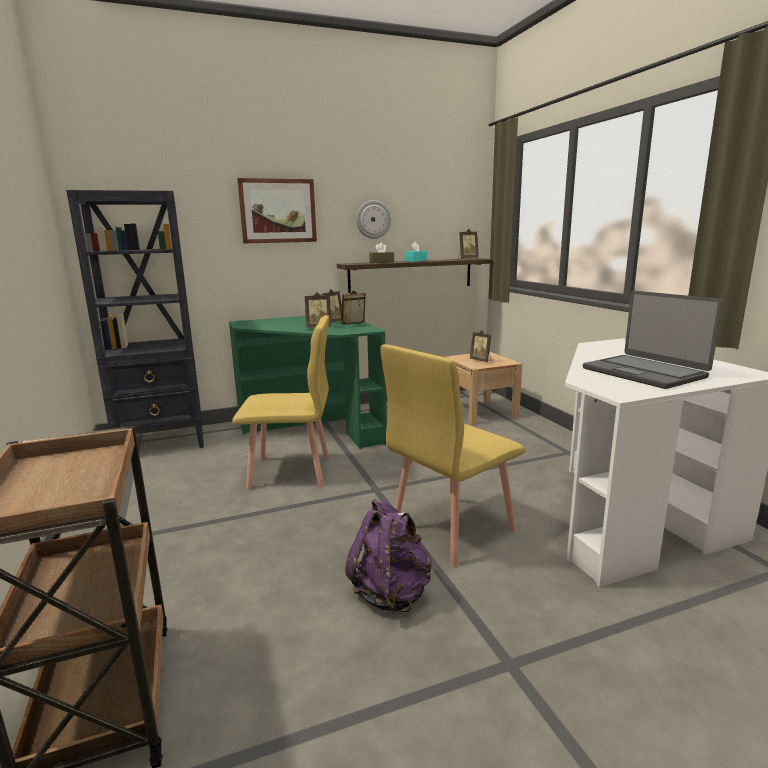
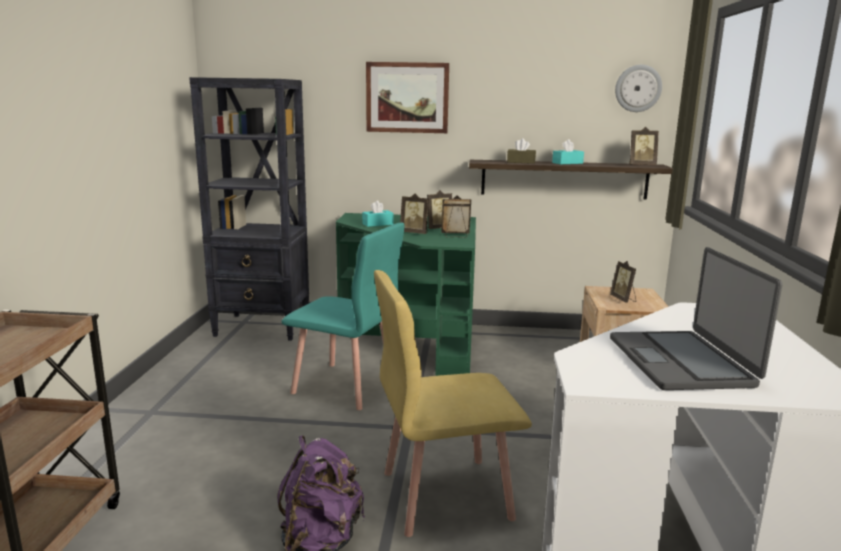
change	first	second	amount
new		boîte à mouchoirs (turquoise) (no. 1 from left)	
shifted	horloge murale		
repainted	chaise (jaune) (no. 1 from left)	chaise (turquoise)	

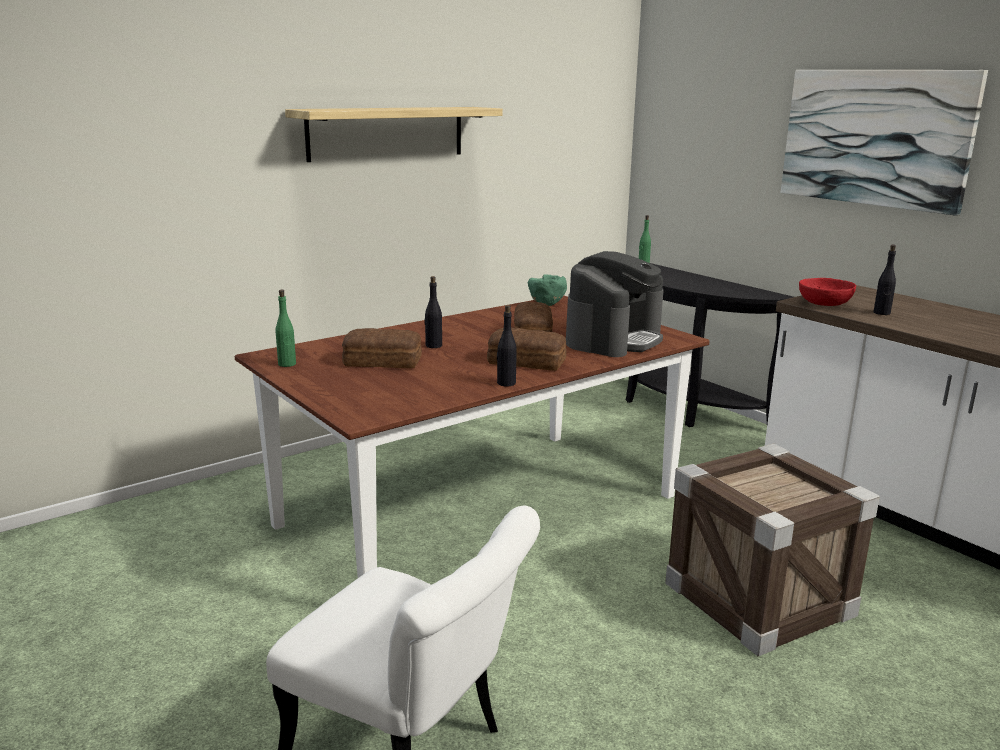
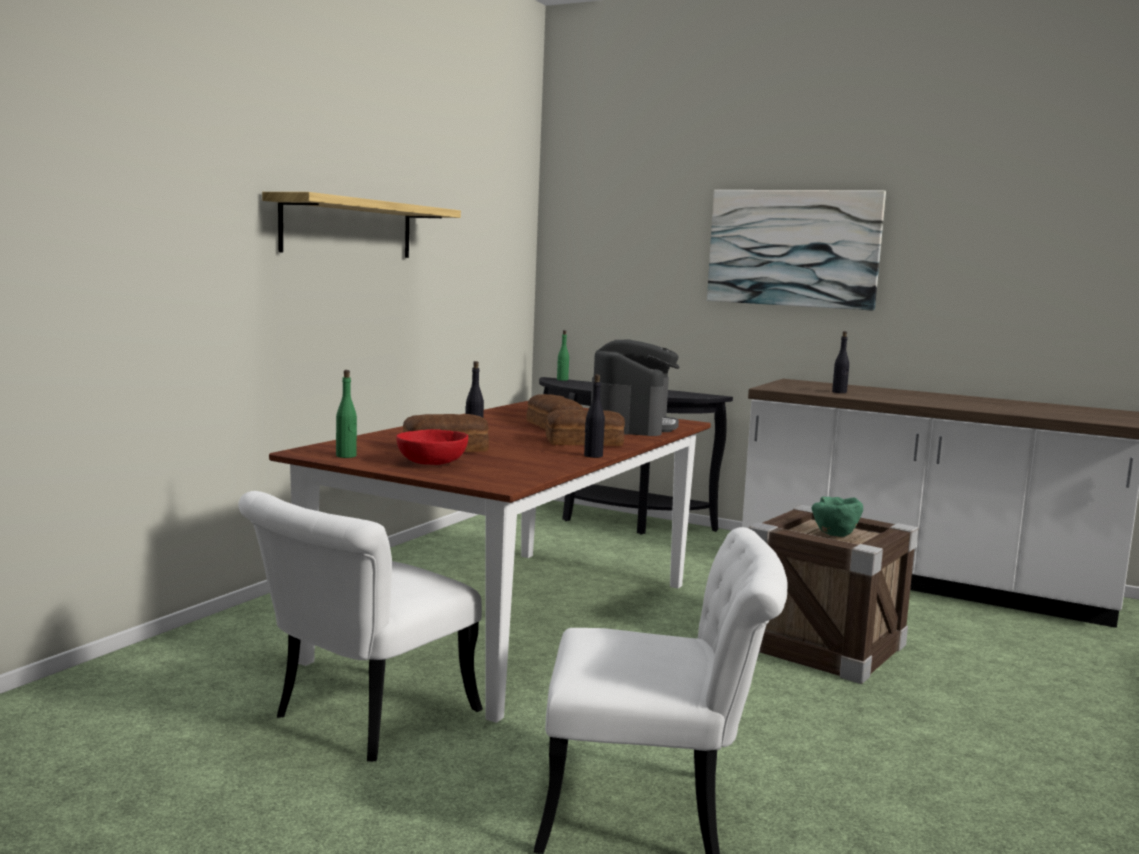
change	first	second	amount
new		chaise (blanc) (no. 1 from left)	
shifted	bol (vert)		
shifted	bol (rouge)		

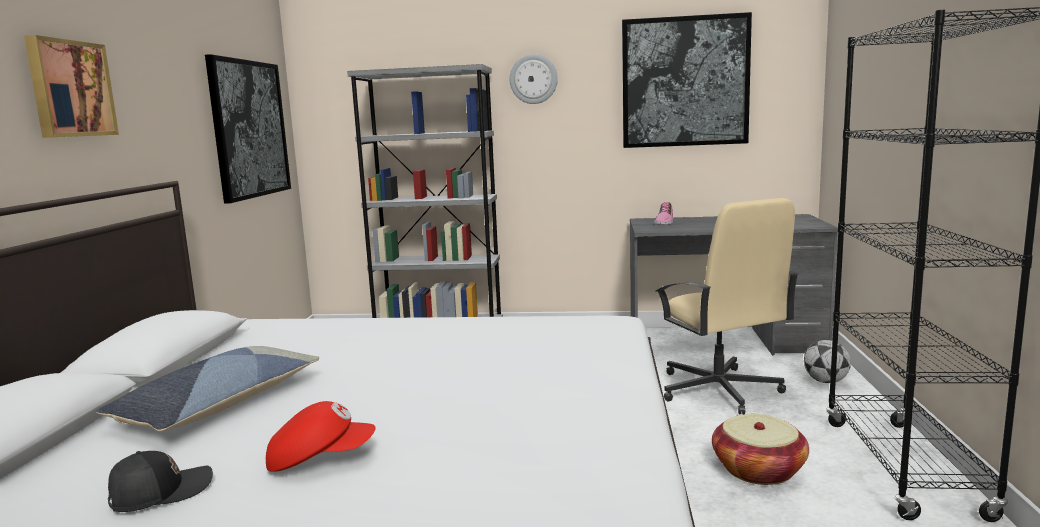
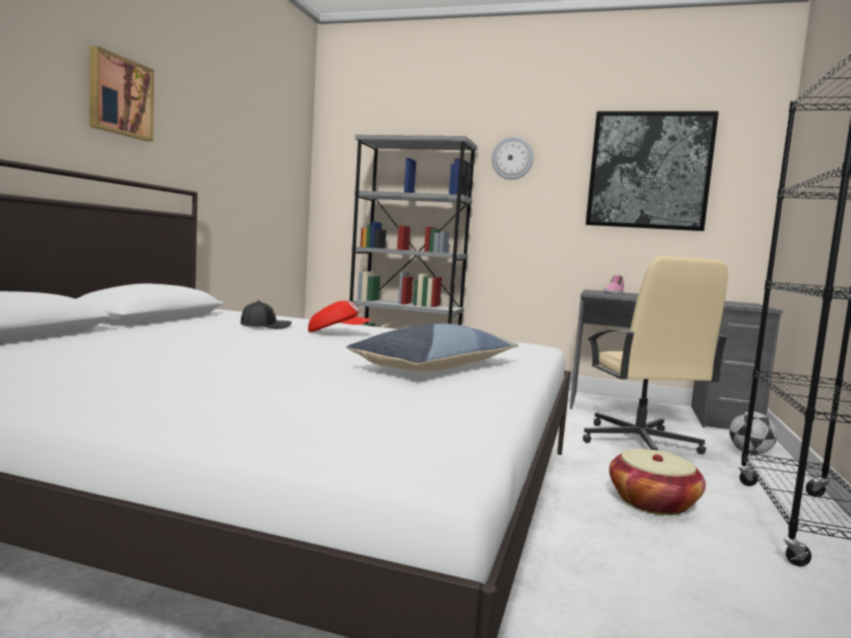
change	first	second	amount
gone	tableau (no. 2 from left)		
shifted	coussin		
shifted	casquette (noir)		
shifted	casquette (rouge)		

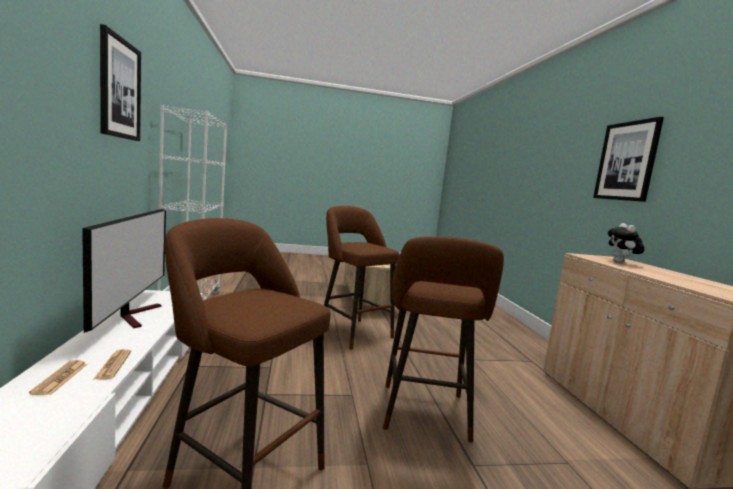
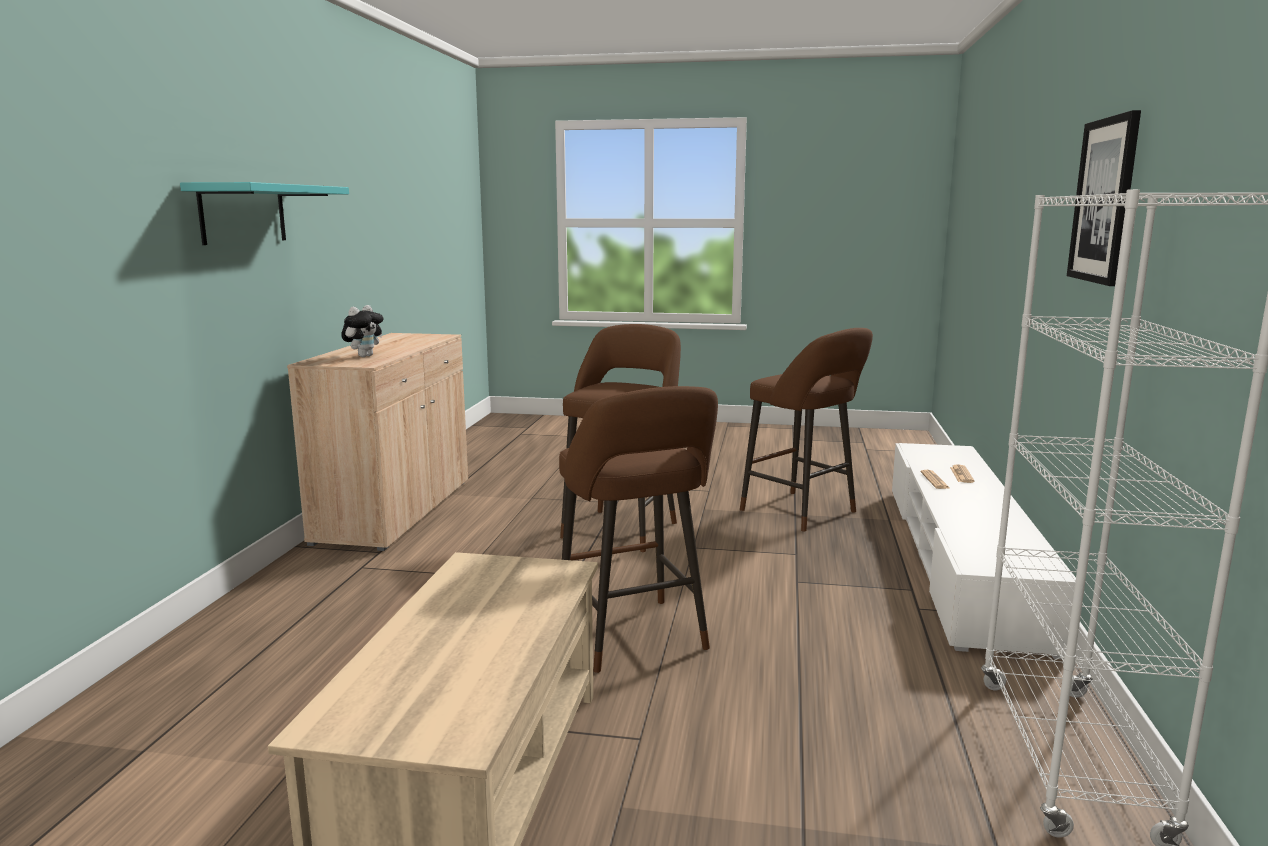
change	first	second	amount
gone	téléviseur		
swapped	tableau (no. 2 from left)	étagère (turquoise)	

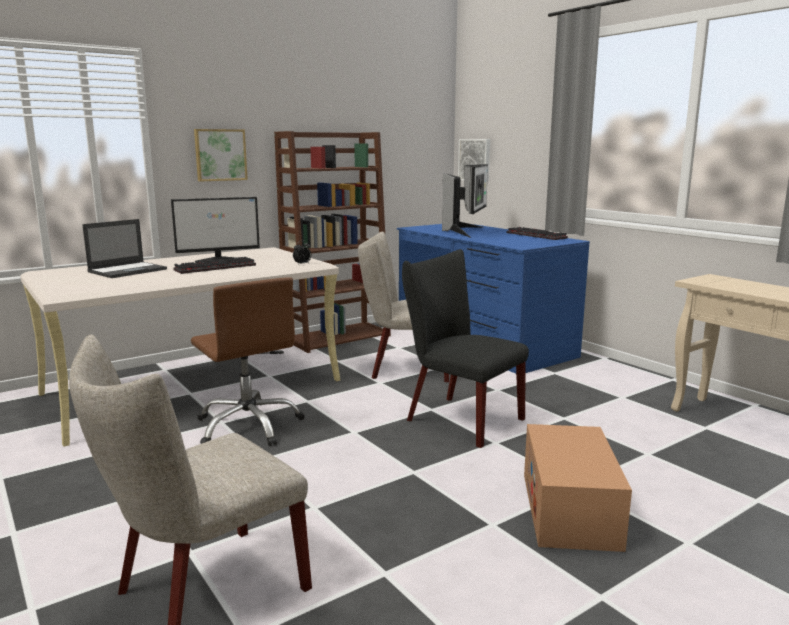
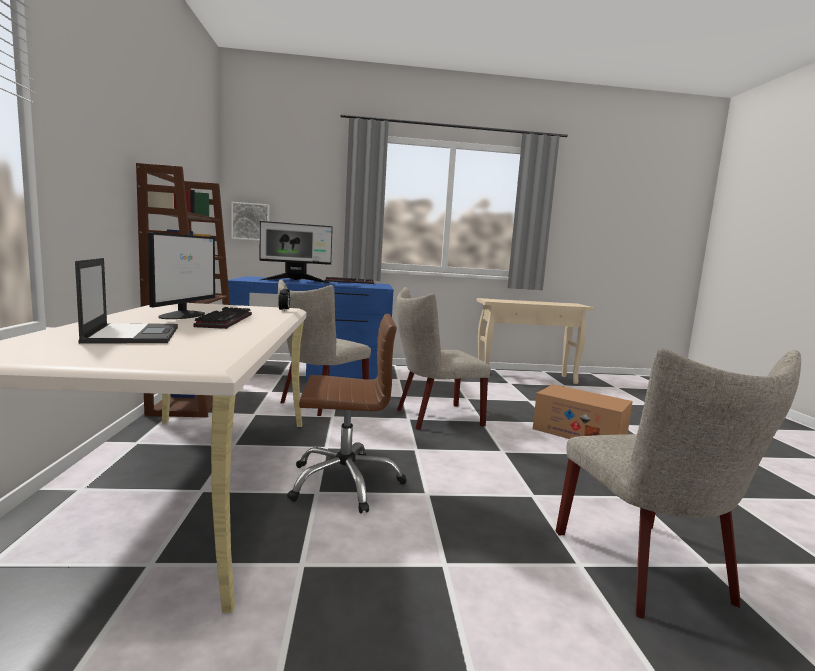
change	first	second	amount
gone	tableau (no. 1 from left)		
repainted	chaise (noir)	chaise (beige) (no. 2 from left)	
rotated	écran d'ordinateur (no. 2 from left)		120 degrees clockwise

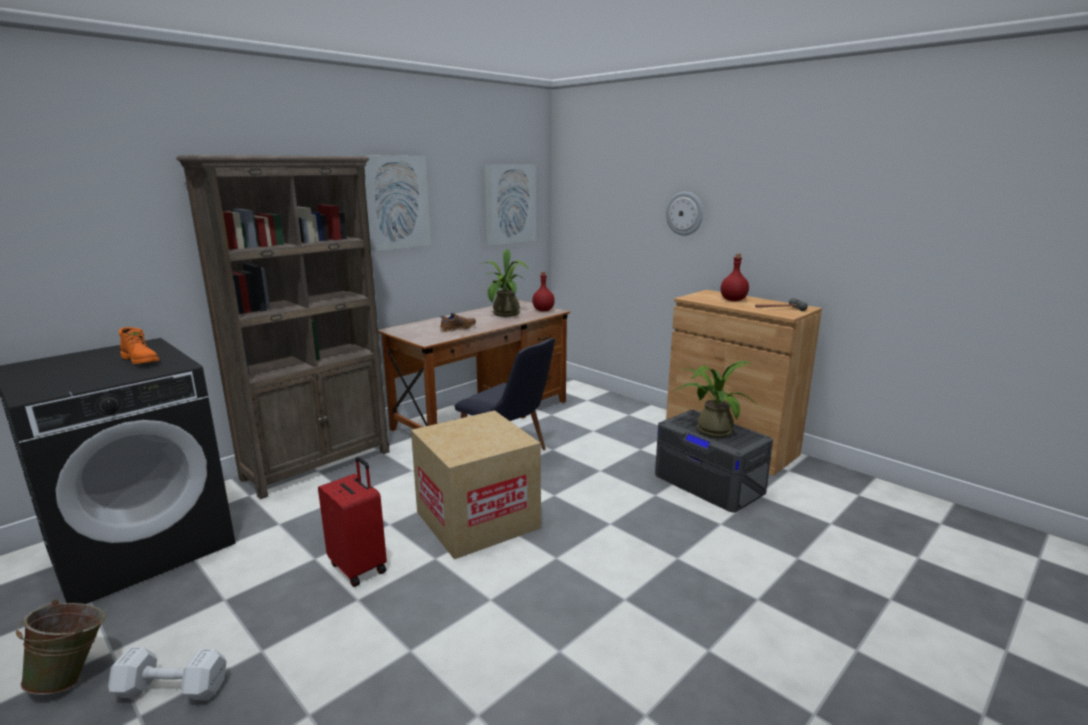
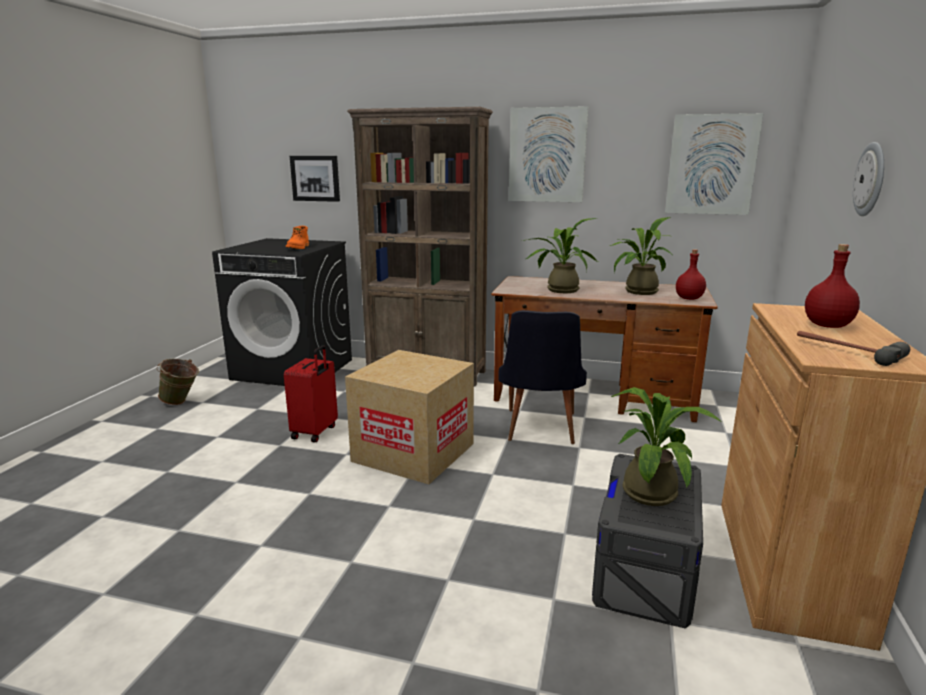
change	first	second	amount
gone	haltère (blanc)		
new		tableau (no. 1 from left)	
swapped	chaussure (marron)	plante en pot (no. 1 from left)	

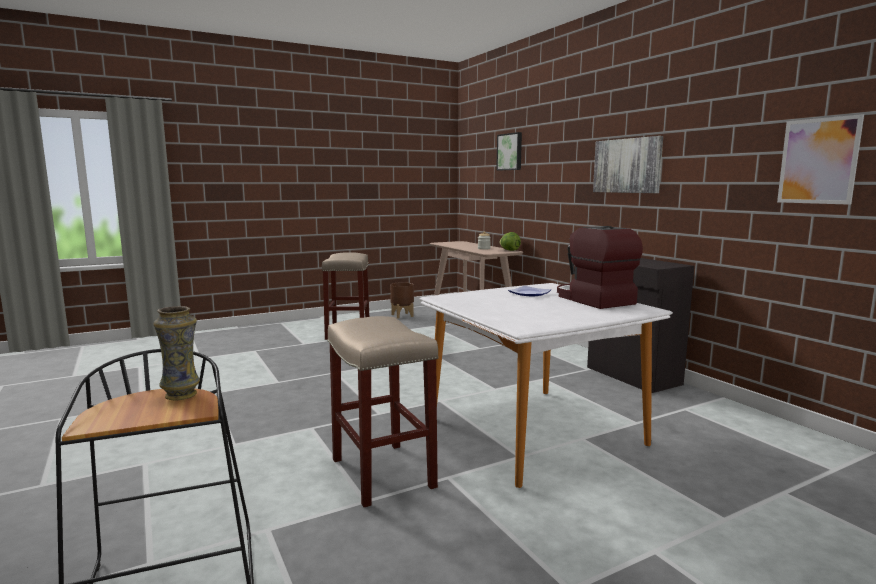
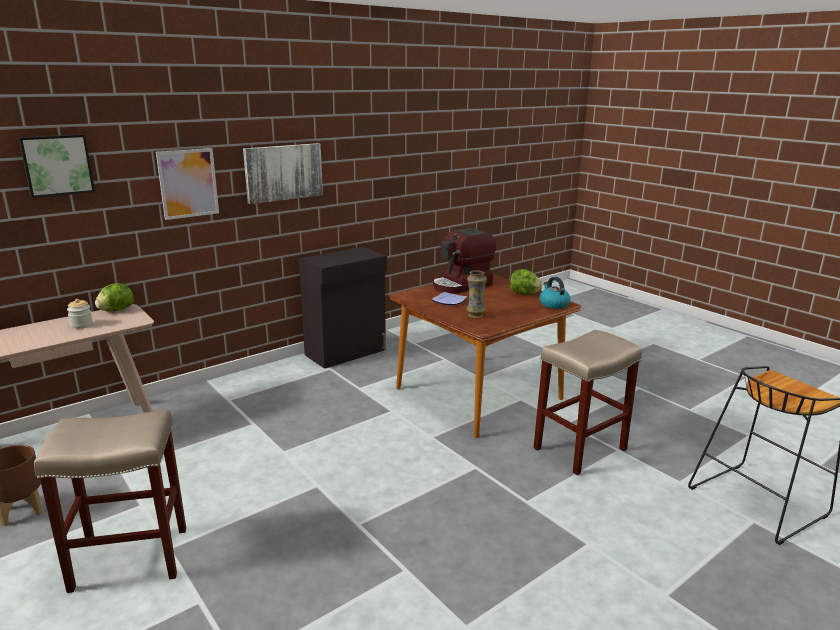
change	first	second	amount
new		laitue (no. 2 from left)	
new		bouilloire	
shifted	vase		
shifted	tableau (no. 3 from left in the first image)	tableau (no. 2 from left)	
repainted	table à manger (blanc)	table à manger (marron)	

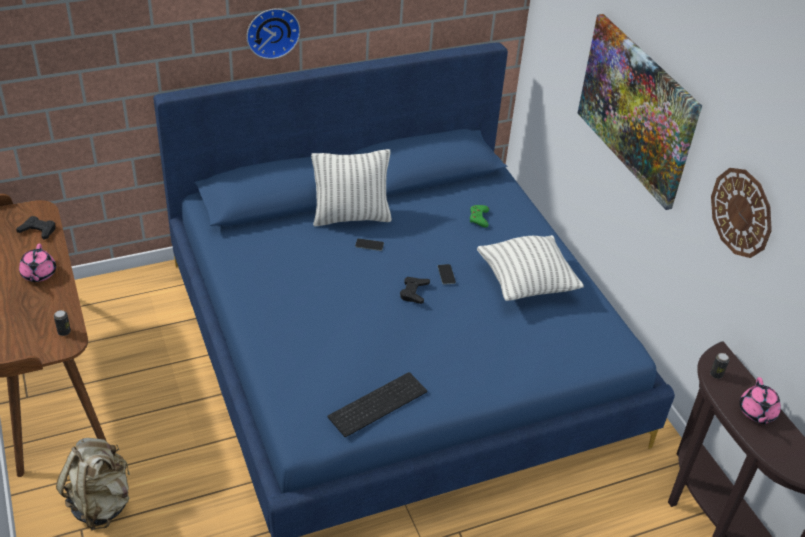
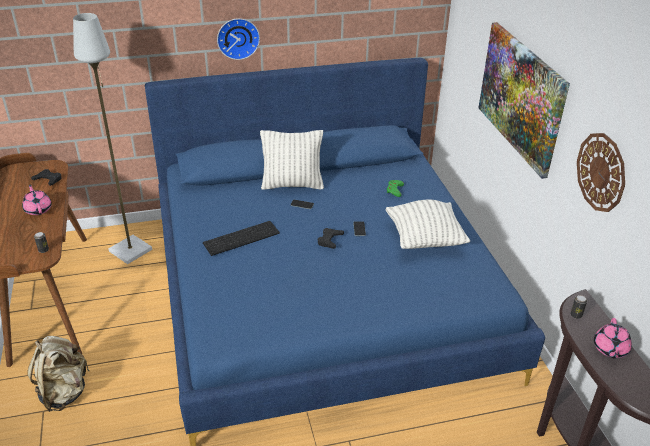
change	first	second	amount
new		lampadaire (gris)	
shifted	clavier		
rotated	théière (rose) (no. 1 from left)		150 degrees clockwise

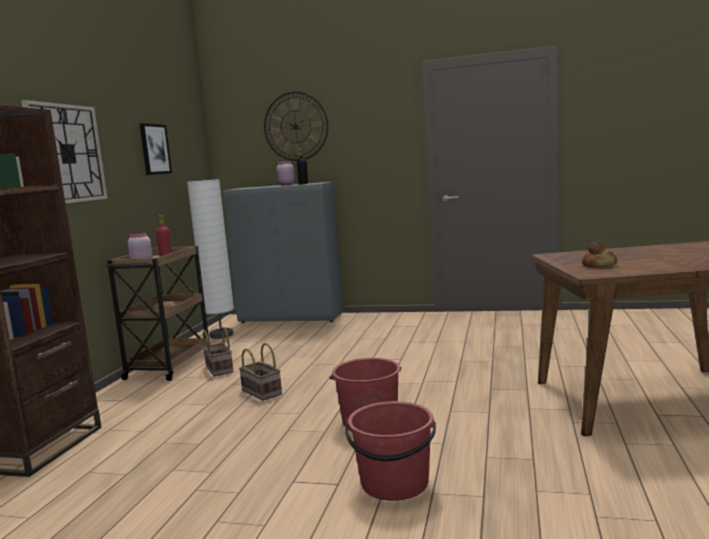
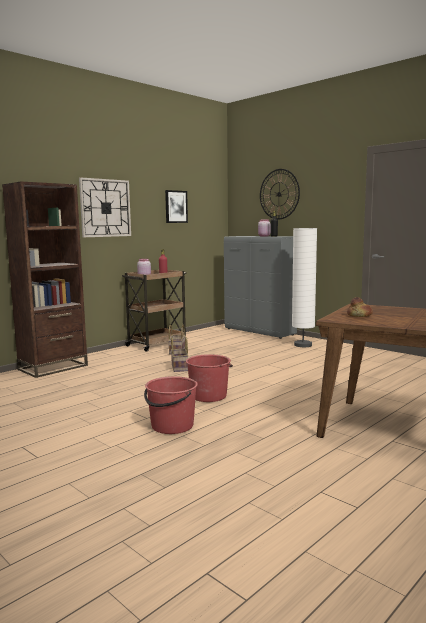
change	first	second	amount
shifted	lampadaire (blanc)		

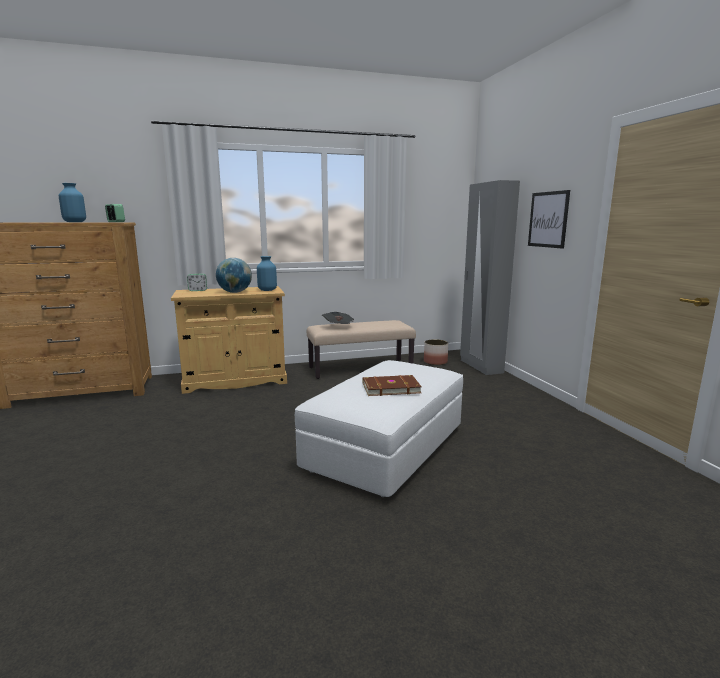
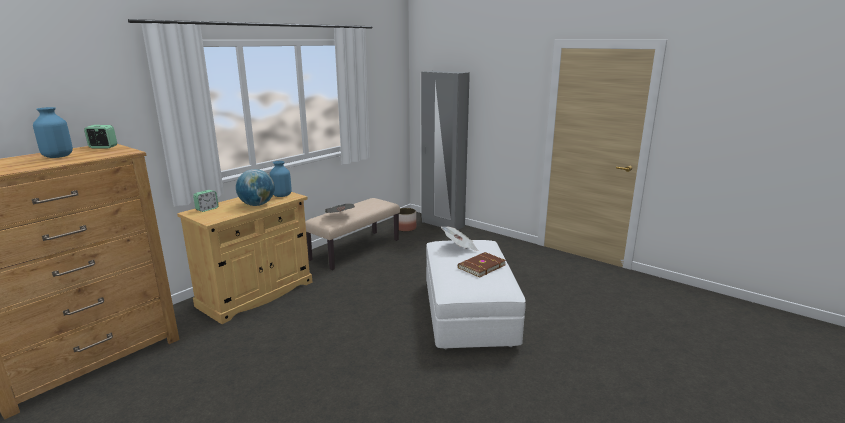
change	first	second	amount
gone	tableau		
new		journal (no. 2 from left)	

